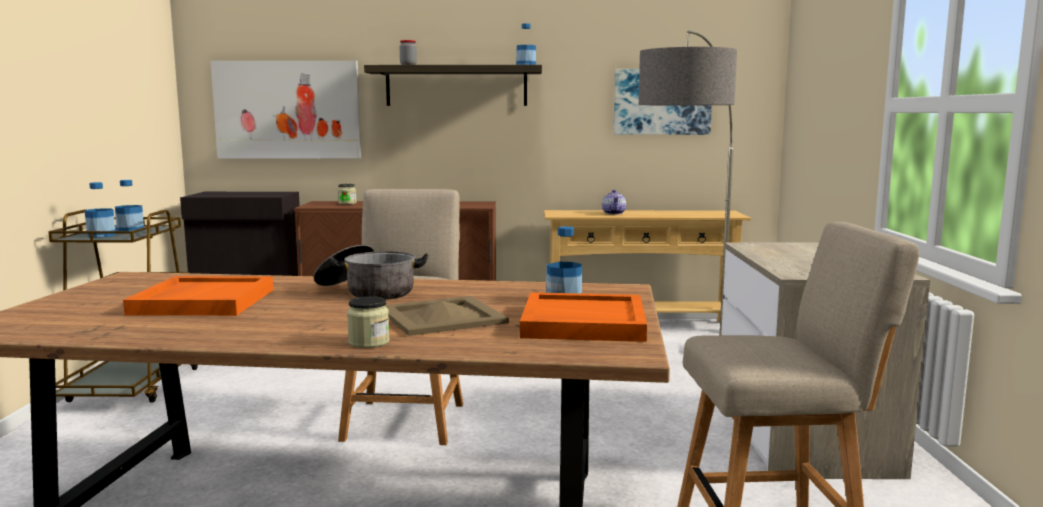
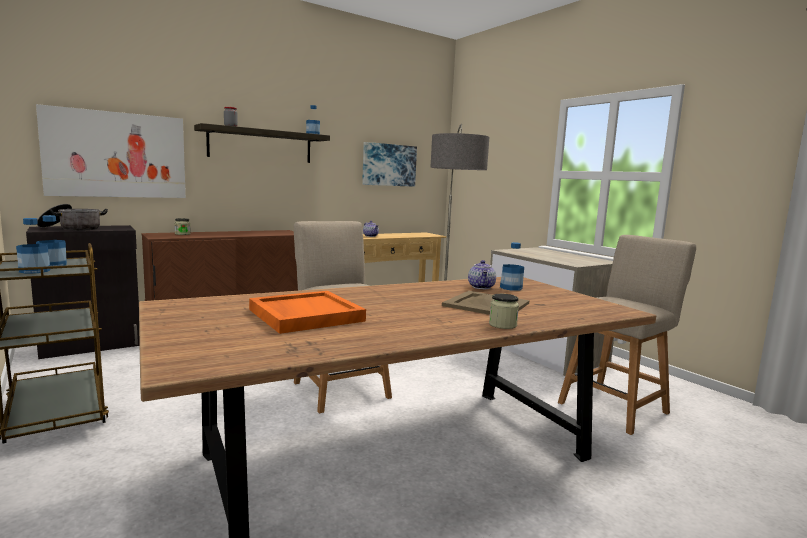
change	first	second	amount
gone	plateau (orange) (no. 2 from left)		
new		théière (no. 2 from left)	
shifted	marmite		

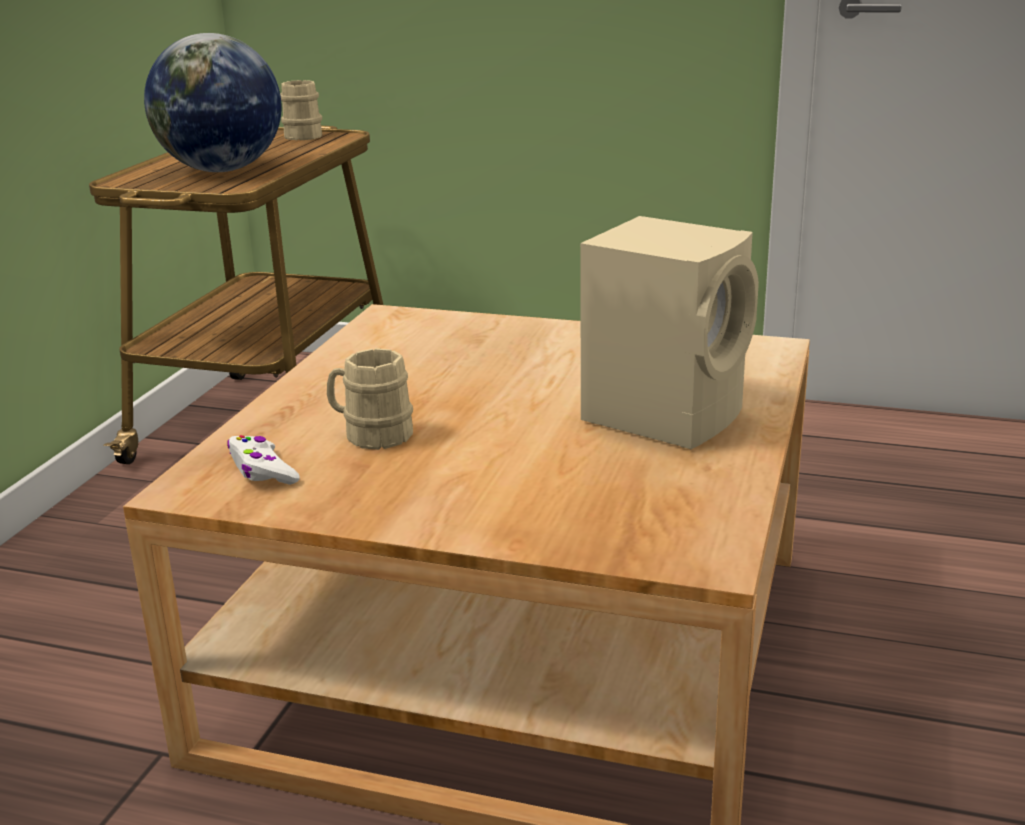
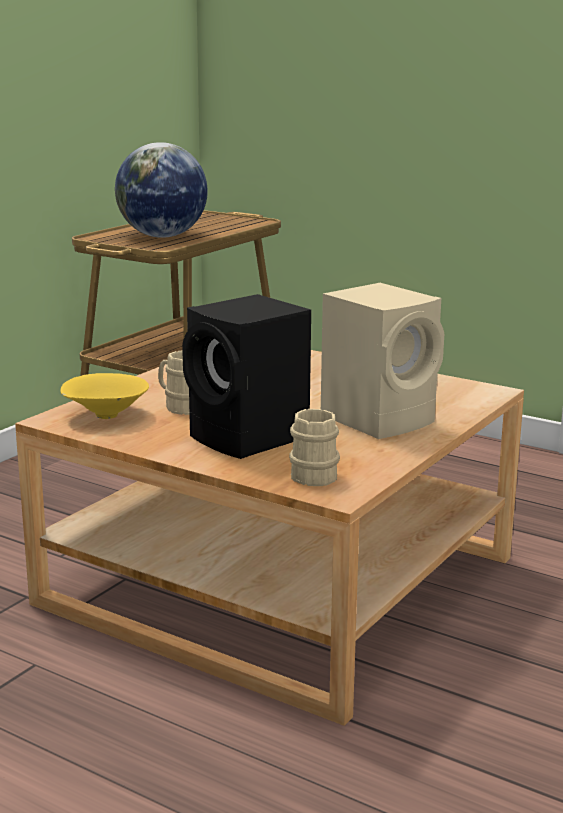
change	first	second	amount
new		enceinte (noir)	
shifted	mug (beige) (no. 1 from left in the first image)	mug (beige) (no. 2 from left)	
swapped	manette (blanc)	bol (jaune)	

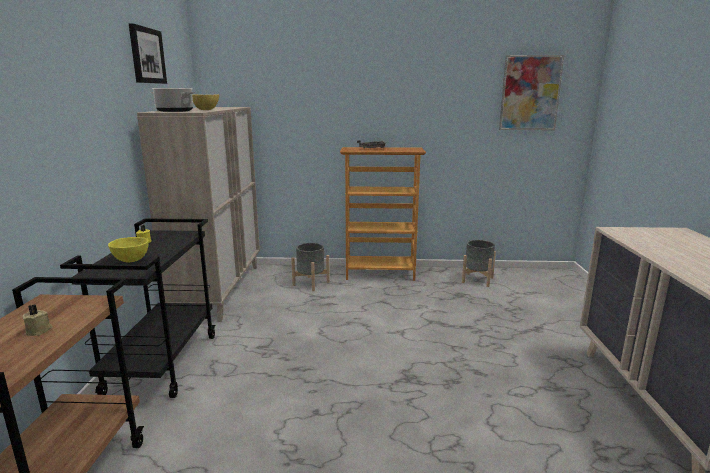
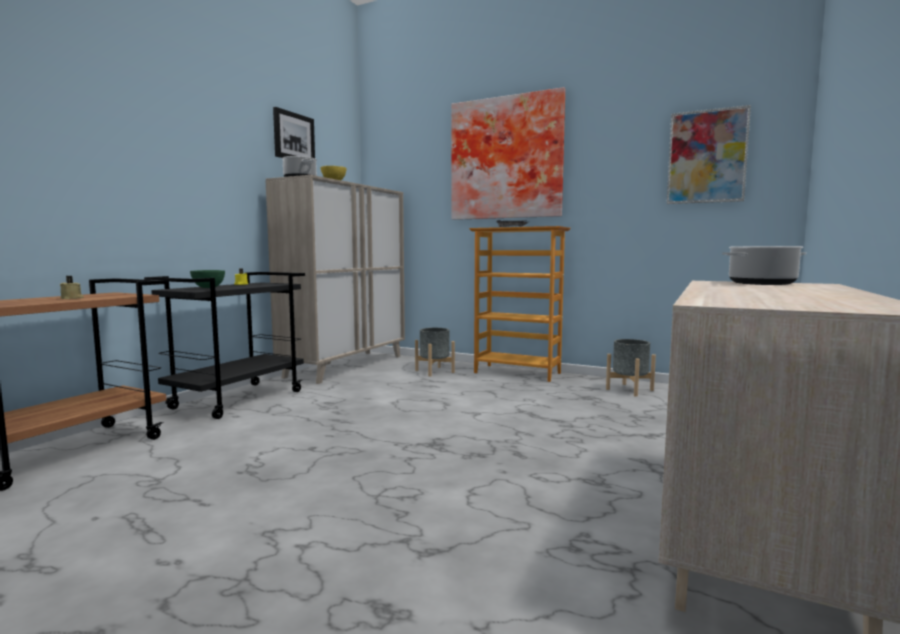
change	first	second	amount
new		tableau (no. 2 from left)	
new		marmite (no. 2 from left)	
repainted	bol (jaune) (no. 1 from left)	bol (vert)	

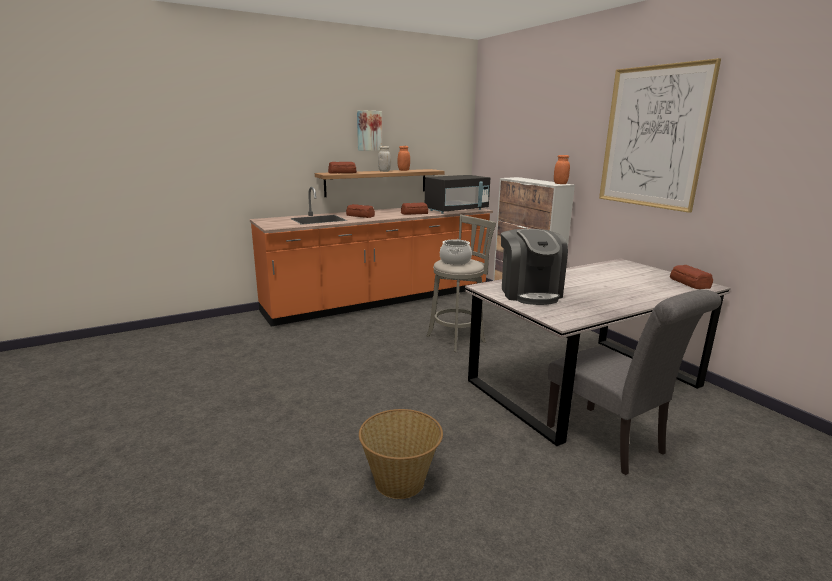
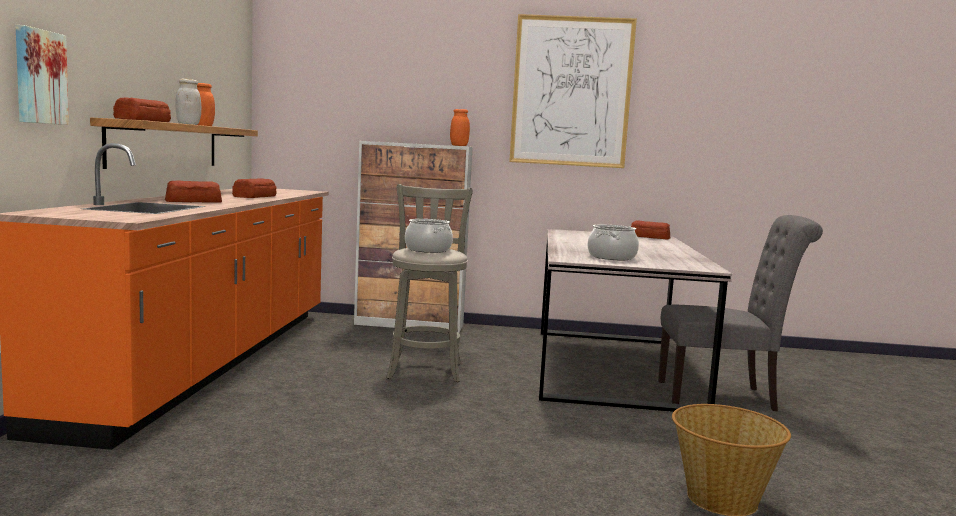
change	first	second	amount
gone	micro-ondes (noir)		
shifted	tableau (no. 1 from left)		
swapped	machine à café	marmite (no. 2 from left)	

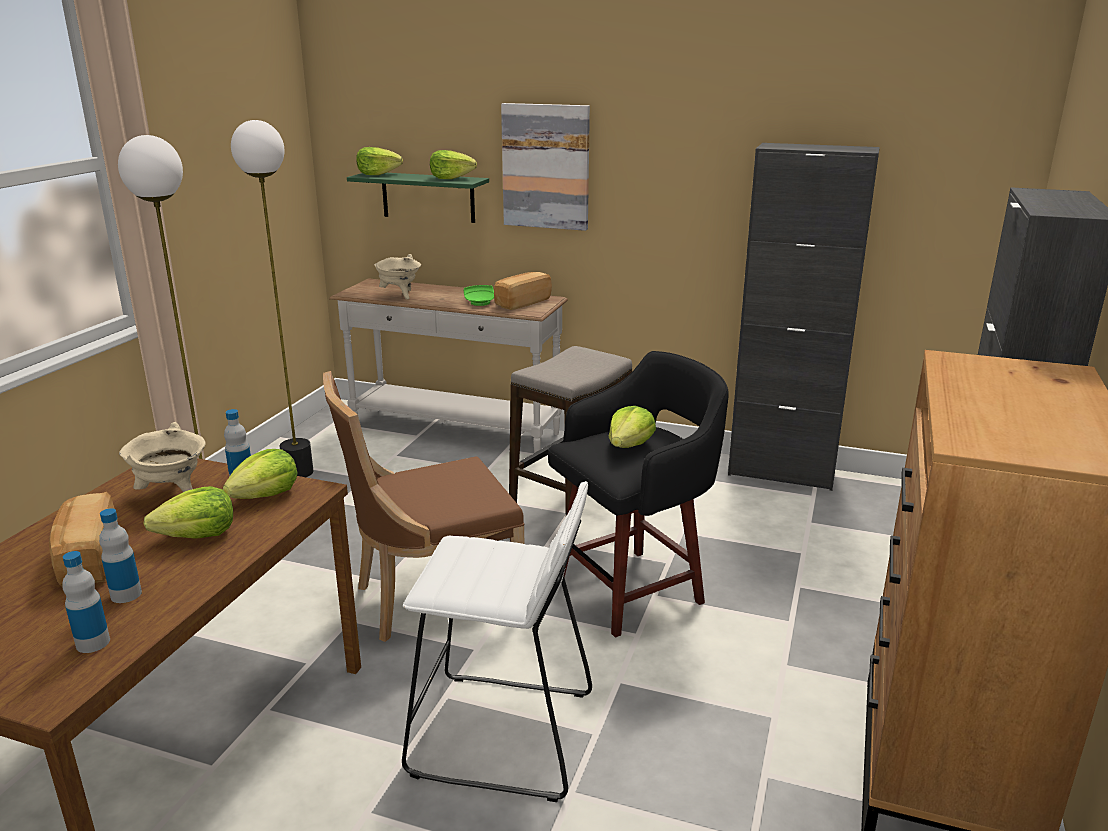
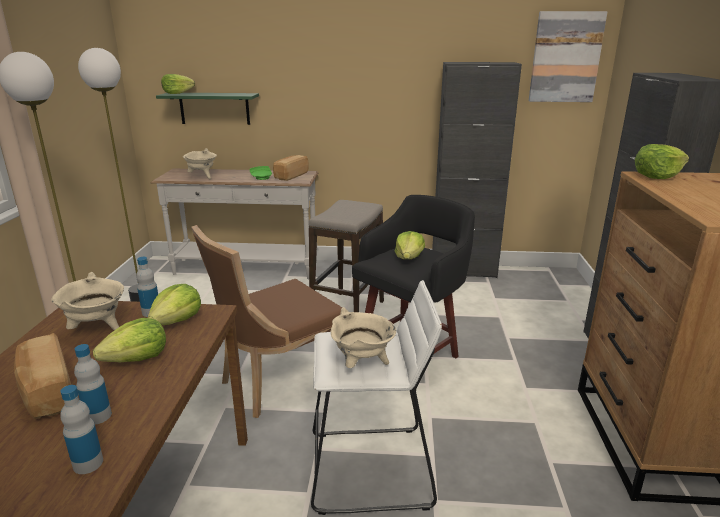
change	first	second	amount
new		marmite (beige) (no. 3 from left)	
shifted	laitue (no. 4 from left in the first image)	laitue (no. 5 from left)	
shifted	tableau		

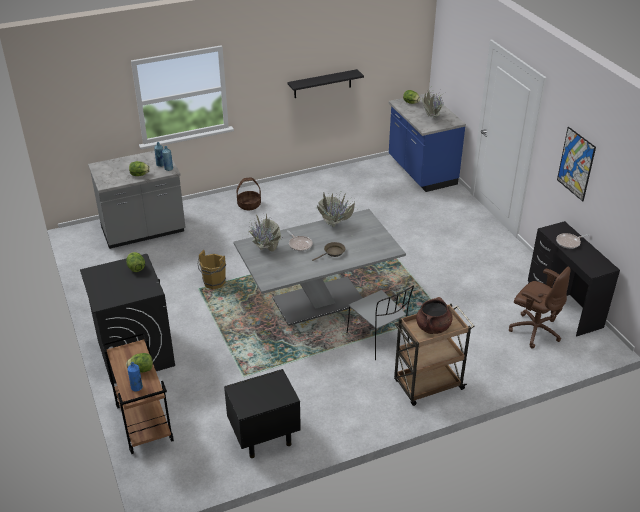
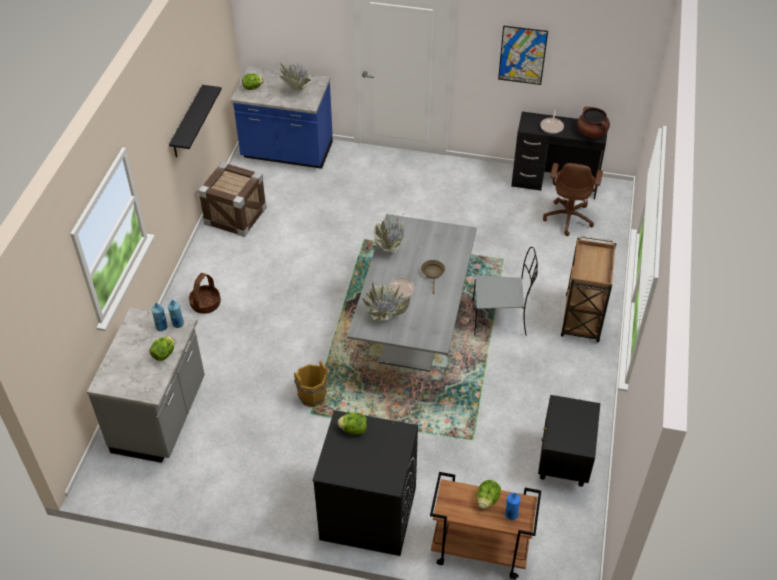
change	first	second	amount
new		caisse	
shifted	marmite (marron)		
rotated	chaise de bureau (marron)		120 degrees clockwise

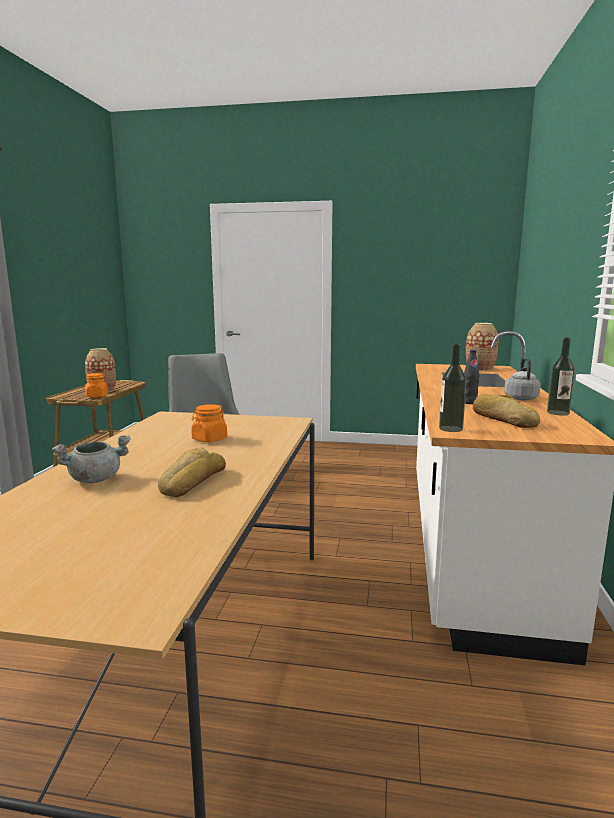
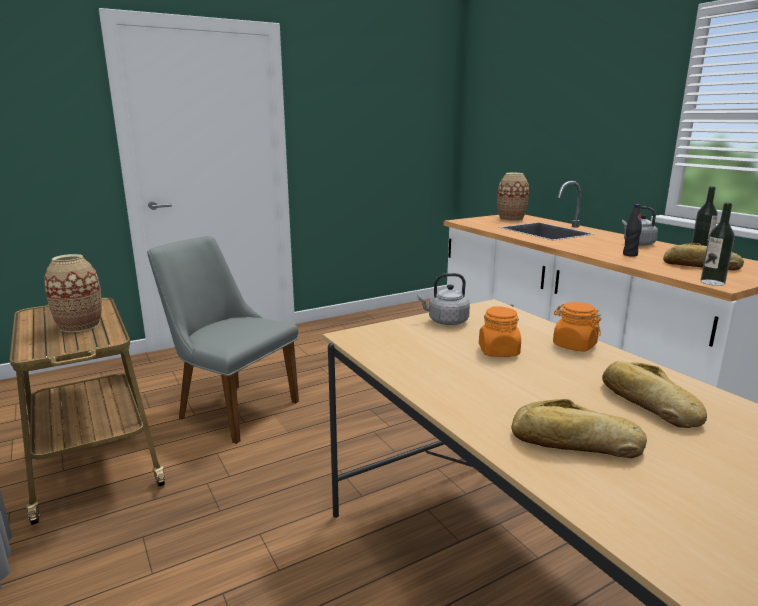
change	first	second	amount
new		bouilloire (gris) (no. 1 from left)	
shifted	bocal (orange) (no. 1 from left in the first image)	bocal (orange) (no. 2 from left)	
swapped	marmite (gris)	pain (no. 1 from left)	

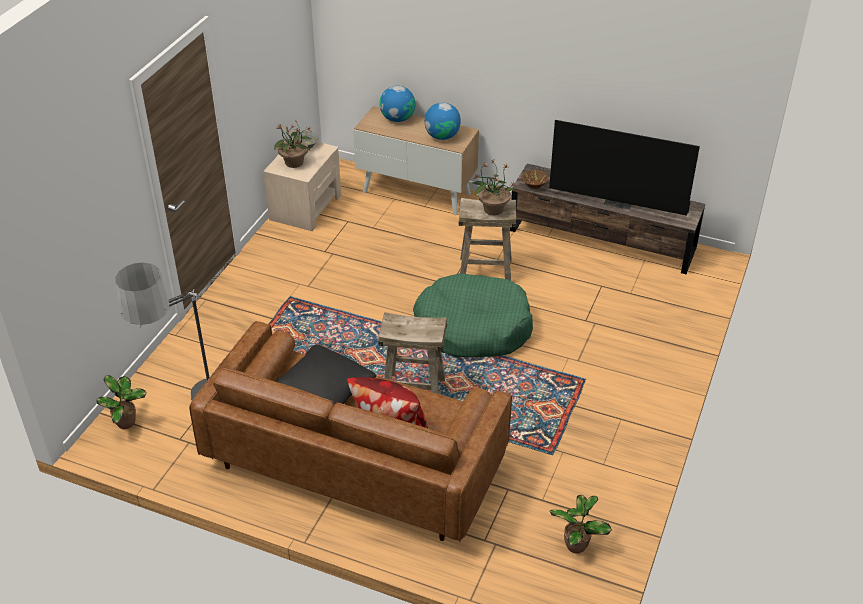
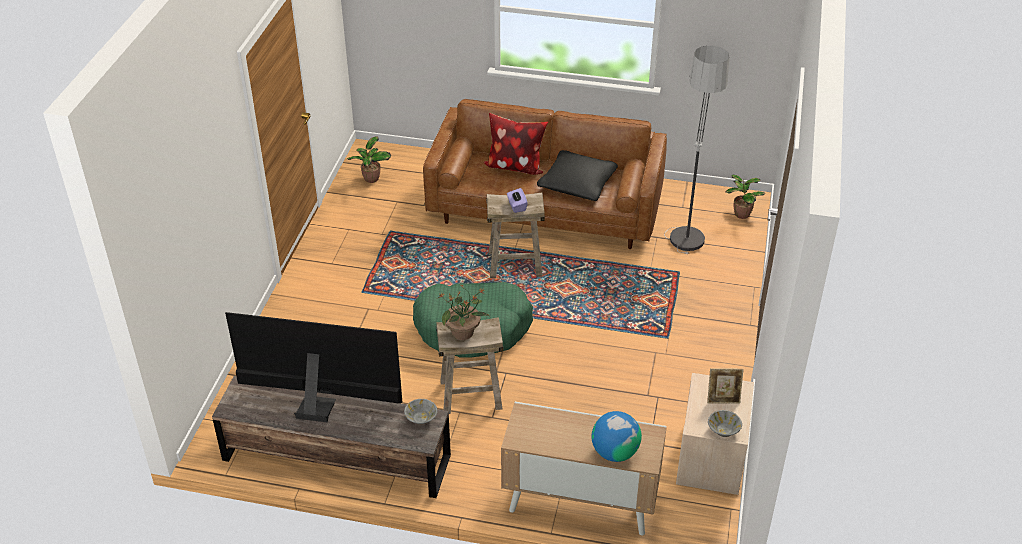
change	first	second	amount
gone	globe (no. 2 from left)		
new		boîte à mouchoirs (violet)	
swapped	plante en pot (no. 2 from left)	cadre photo	
repainted	bol (marron)	bol (gris) (no. 1 from left)	

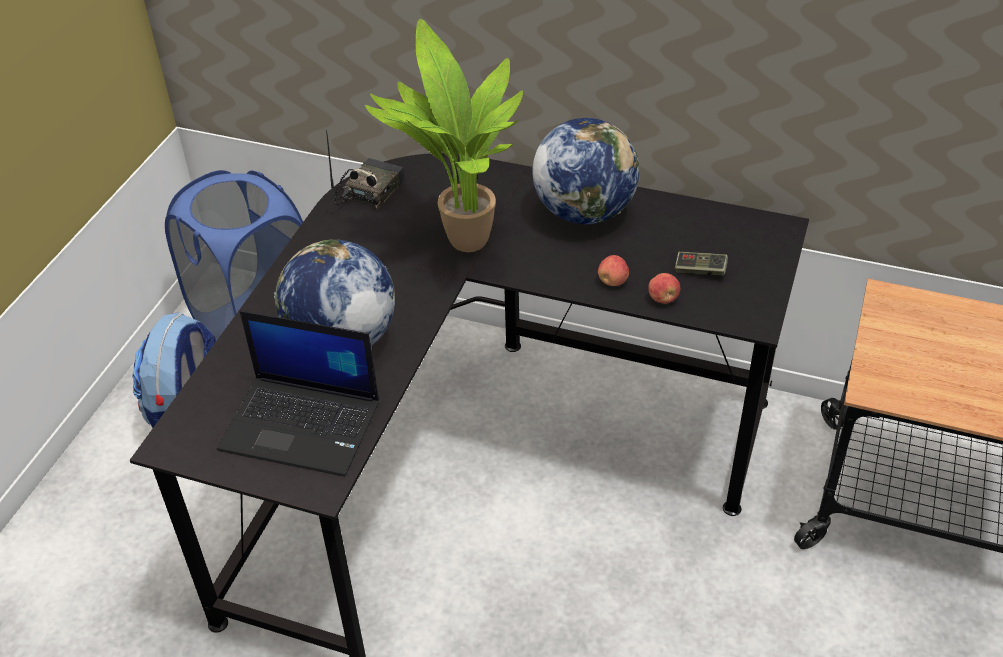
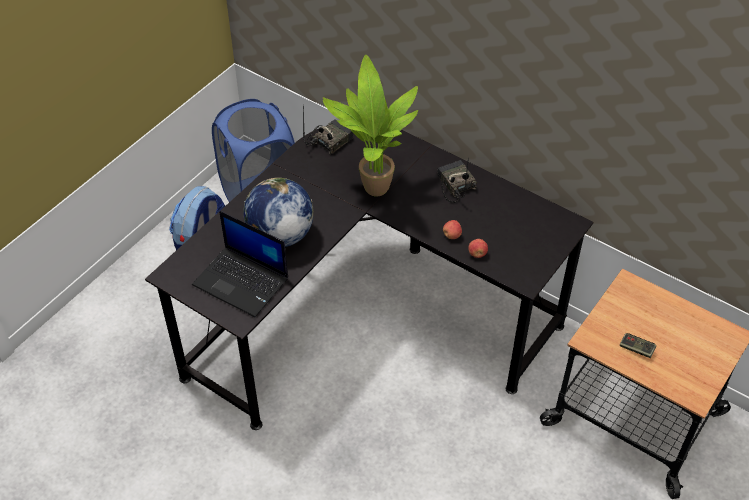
change	first	second	amount
shifted	manette		
swapped	globe (no. 2 from left)	radio (no. 2 from left)	

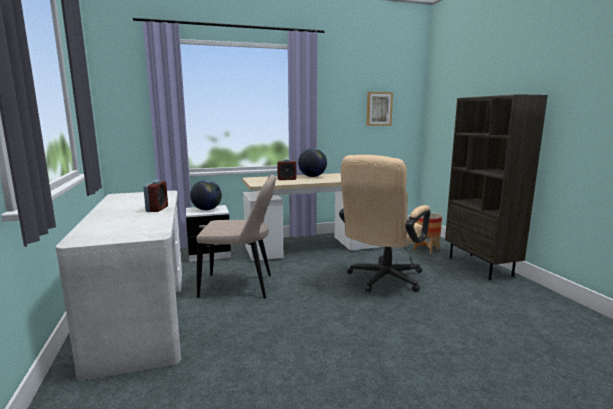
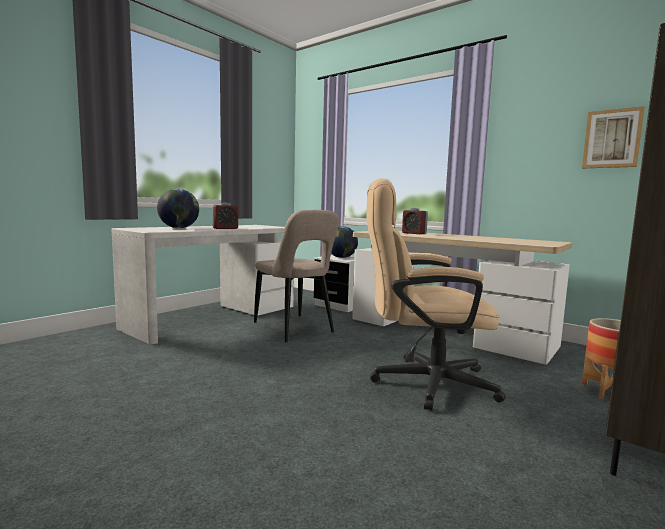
change	first	second	amount
shifted	globe (no. 2 from left in the first image)	globe (no. 1 from left)	

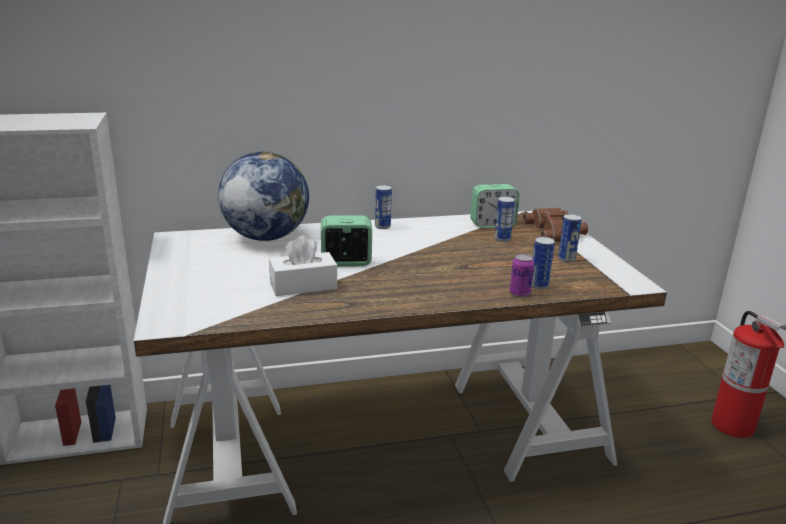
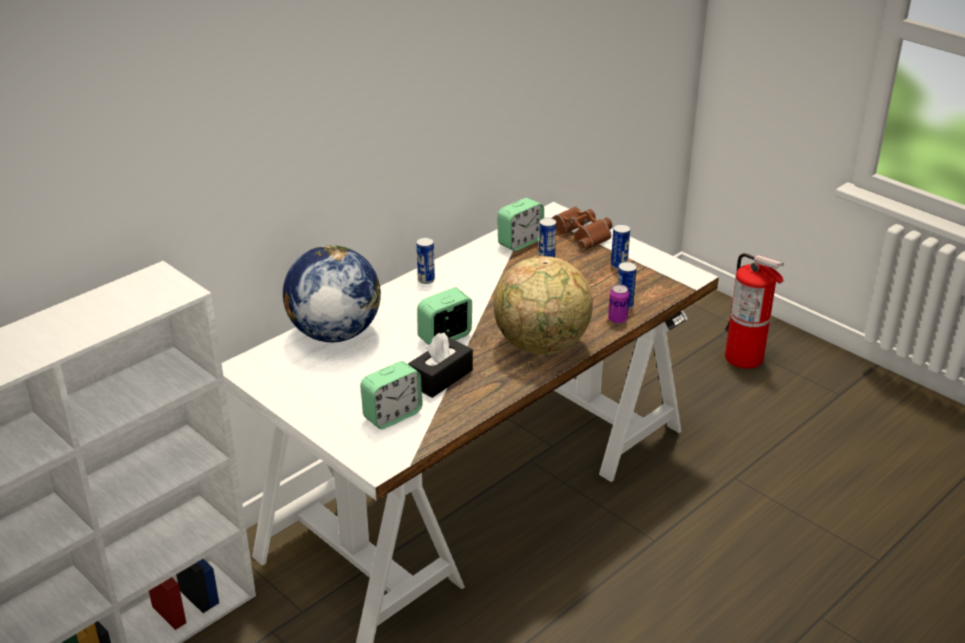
change	first	second	amount
new		réveil (no. 1 from left)	
new		globe (no. 2 from left)	
repainted	boîte à mouchoirs (blanc)	boîte à mouchoirs (noir)	

